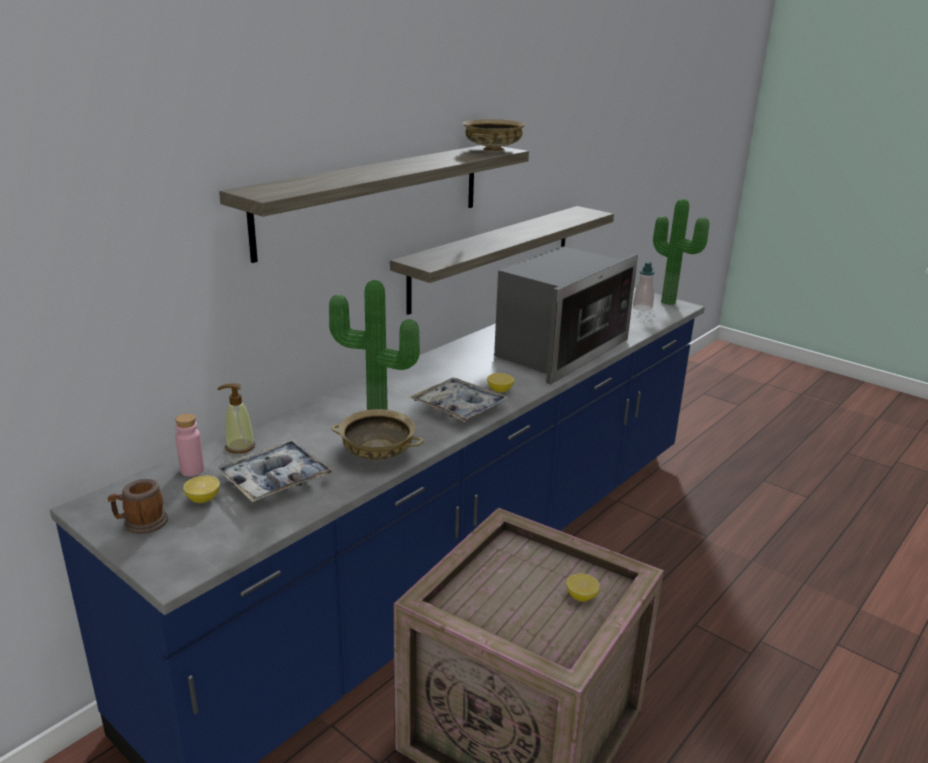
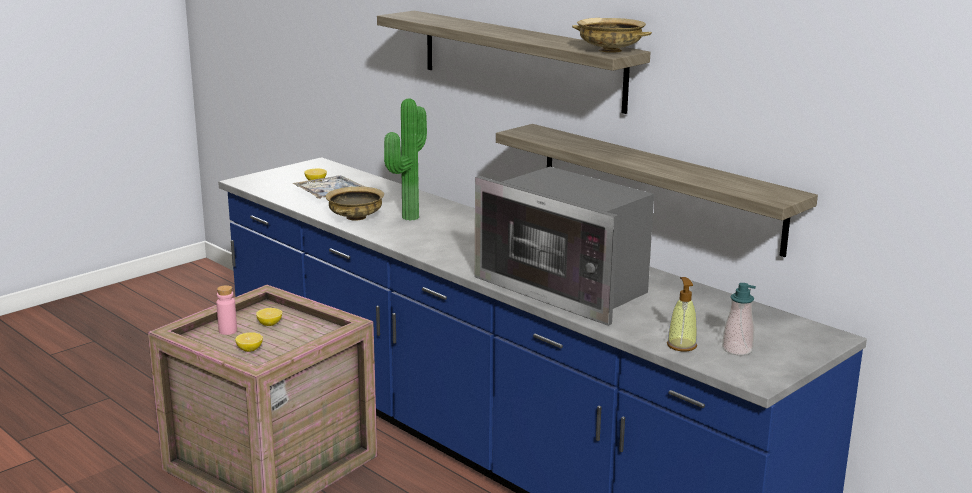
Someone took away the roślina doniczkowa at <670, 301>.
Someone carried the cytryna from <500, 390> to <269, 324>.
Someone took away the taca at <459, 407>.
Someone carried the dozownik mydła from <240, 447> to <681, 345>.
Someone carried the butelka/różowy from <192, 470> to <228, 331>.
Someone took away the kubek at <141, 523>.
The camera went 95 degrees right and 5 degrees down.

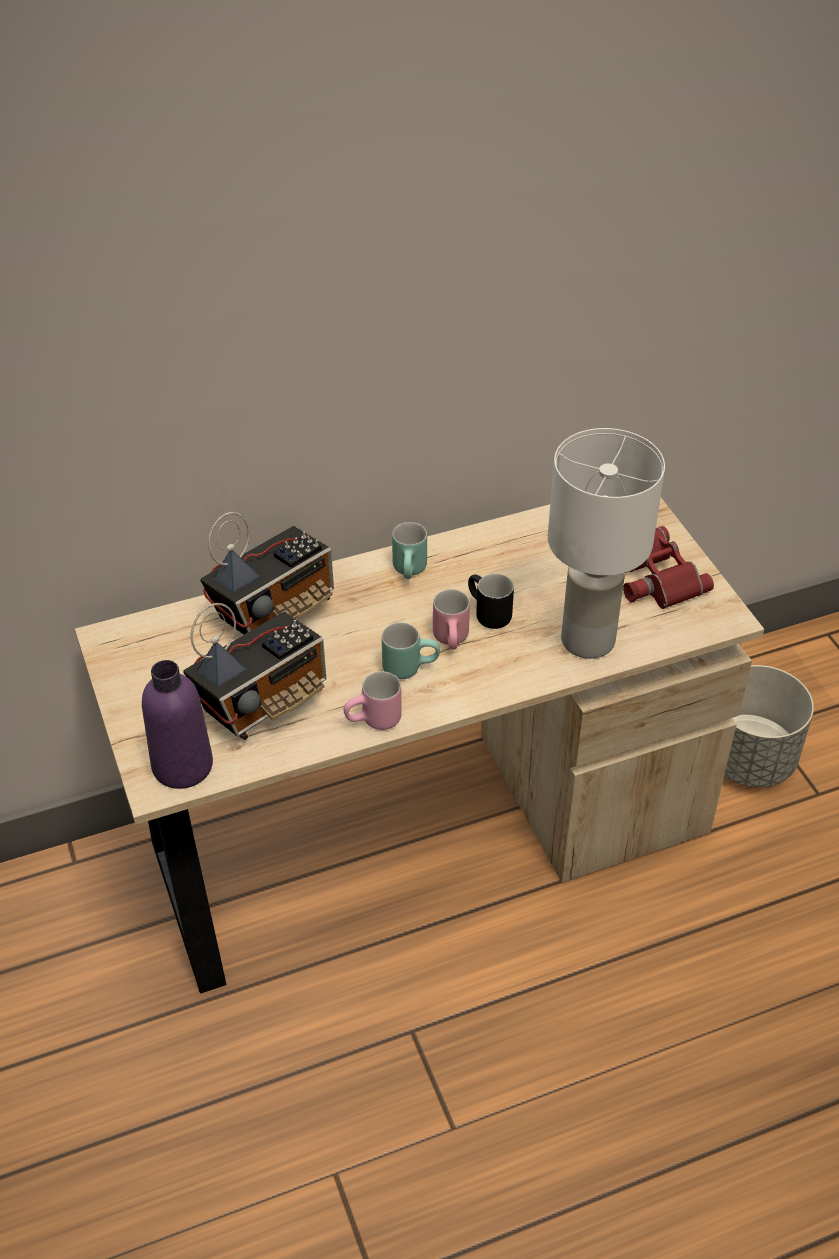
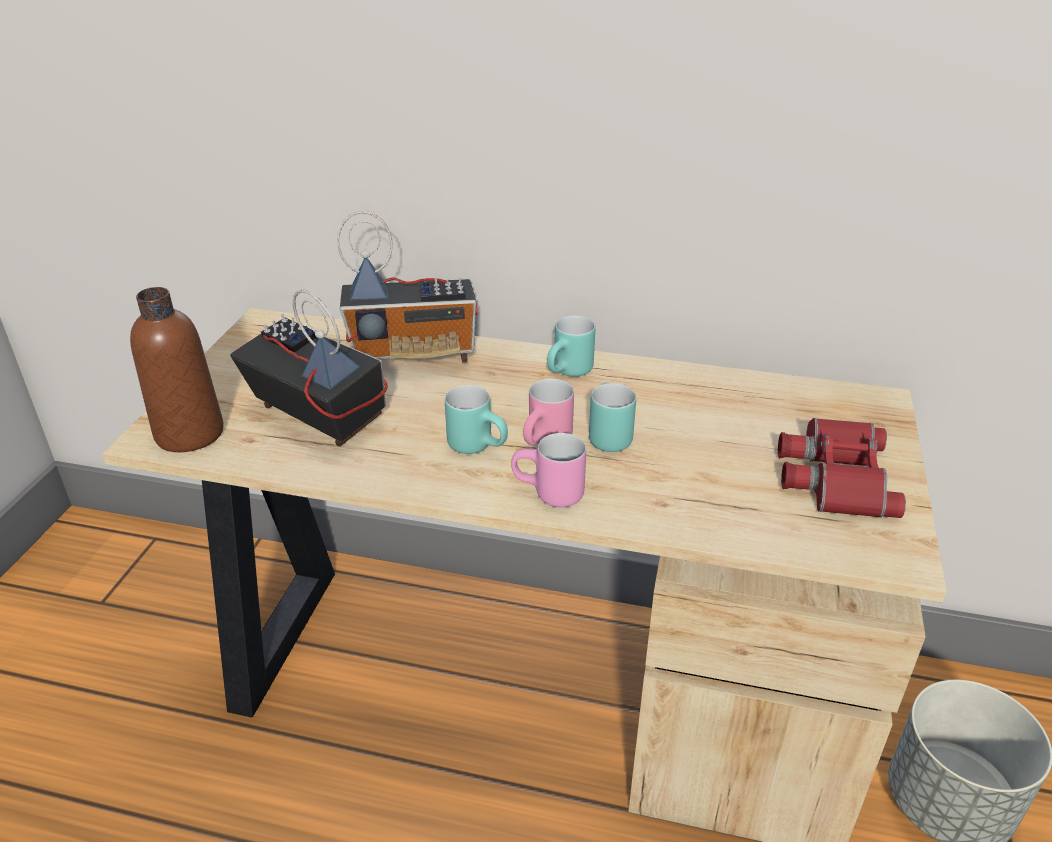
Someone took away the lampa stołowa/biały at <586, 641>.
Someone repainted the kubek/czarny at <486, 614>, which became the kubek/turkusowy at <605, 435>.
Someone rotated the radio at <264, 701> by 135 degrees counterclockwise.
Someone repainted the butelka/fioletowy at <182, 766>, which became the butelka/brązowy at <189, 433>.
Someone carried the kubek/różowy from <374, 722> to <548, 495>.
The camera went 35 degrees right and 10 degrees down.

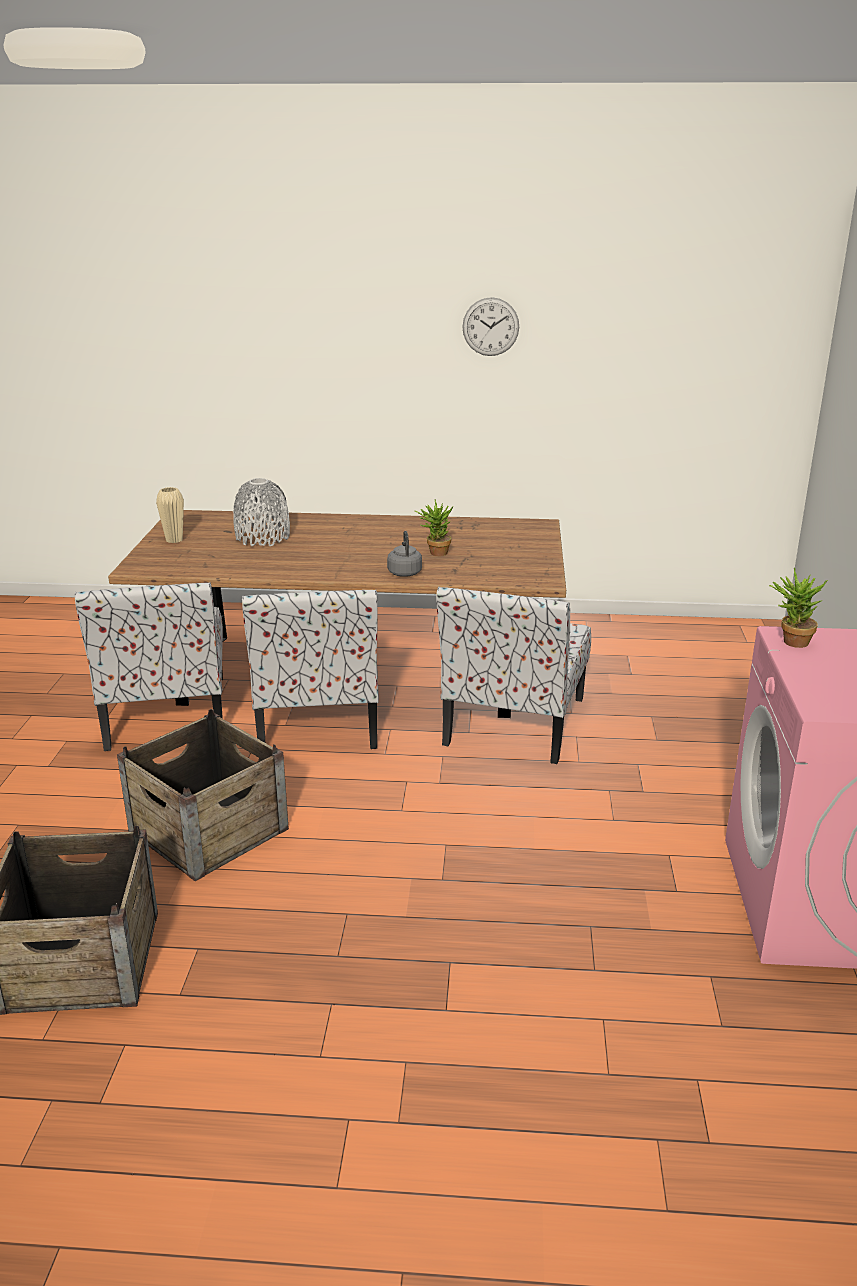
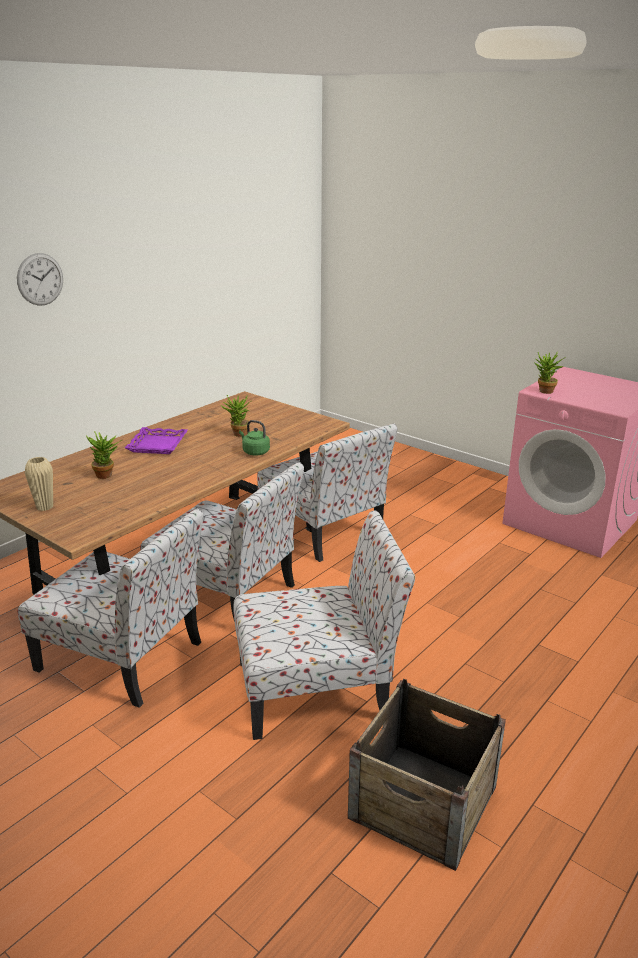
Someone carried the zegar ścienny from <490, 327> to <40, 279>.
Someone swapped the wazon/szary at <262, 538> for the roślina doniczkowa at <107, 475>.
Someone repainted the czajnik/szary at <404, 572>, which became the czajnik/zielony at <254, 452>.
Someone swapped the skrzynka at <208, 831> for the krzesło at <317, 689>.
Someone put down the taca/fioletowy at <158, 445>.
The camera went 55 degrees left and 0 degrees up.

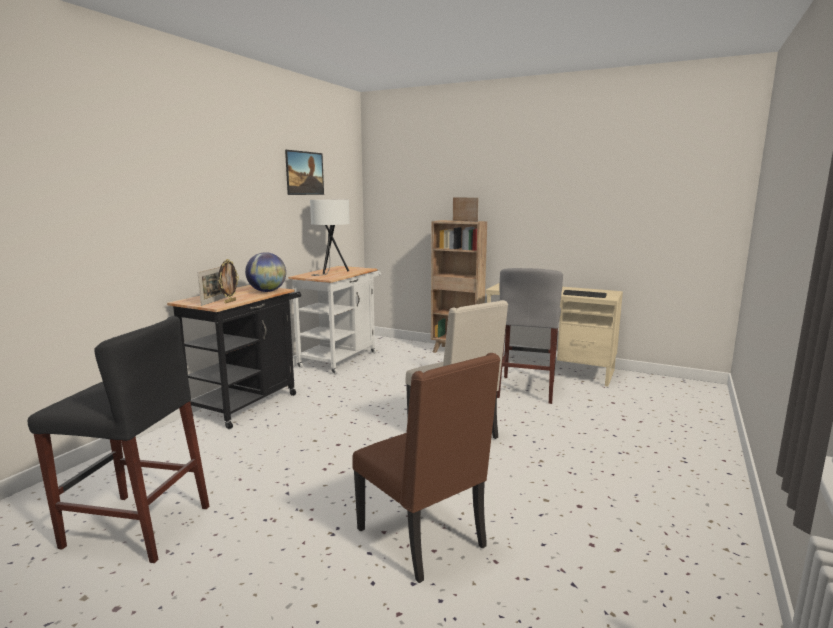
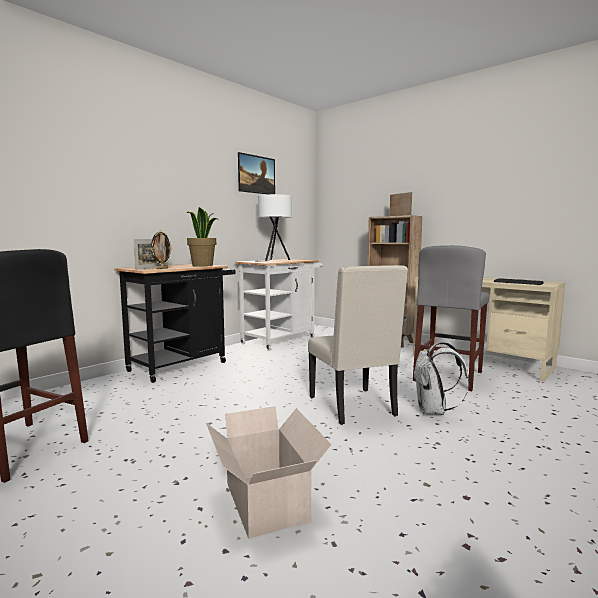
Someone swapped the globus at <267, 291> for the roślina doniczkowa at <203, 265>.
Someone swapped the krzesło/brązowy at <424, 538> for the karton at <266, 503>.
Someone put down the plecak/biały at <434, 411>.
The camera went 15 degrees right and 5 degrees down.

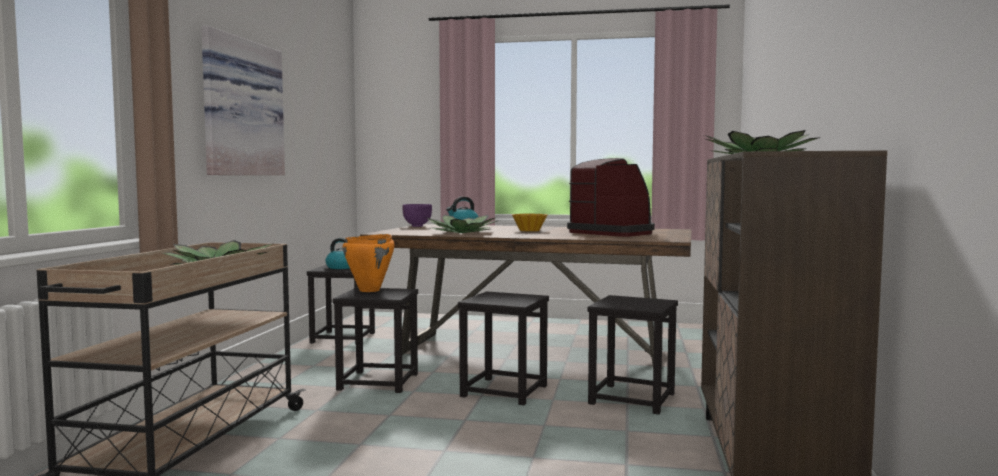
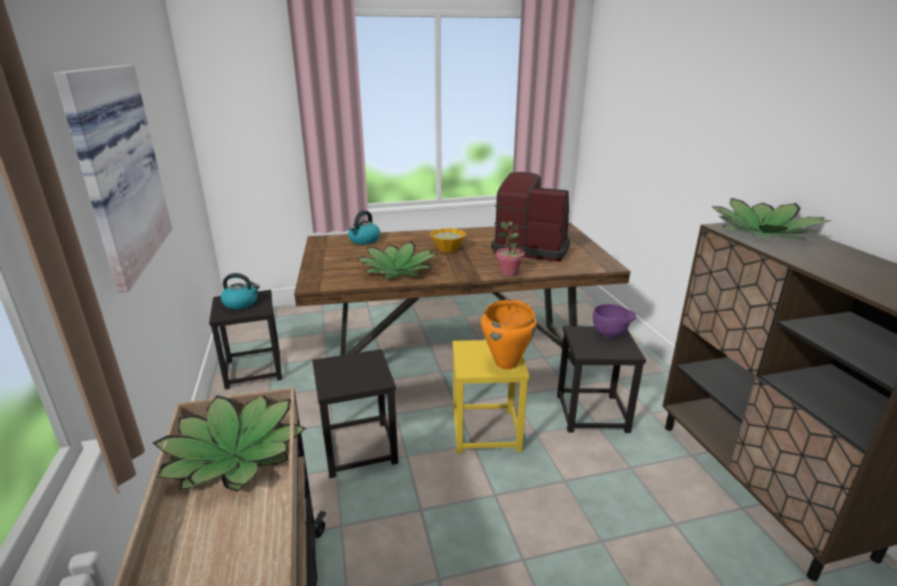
Someone carried the miska/fioletowy from <418, 226> to <611, 336>.
Someone carried the garnek/pomarańczowy from <370, 290> to <507, 363>.
Someone repainted the stołek/czarny at <503, 391>, which became the stołek/żółty at <485, 431>.
Someone put down the roślina doniczkowa at <509, 273>.
The camera went 25 degrees left and 20 degrees up.

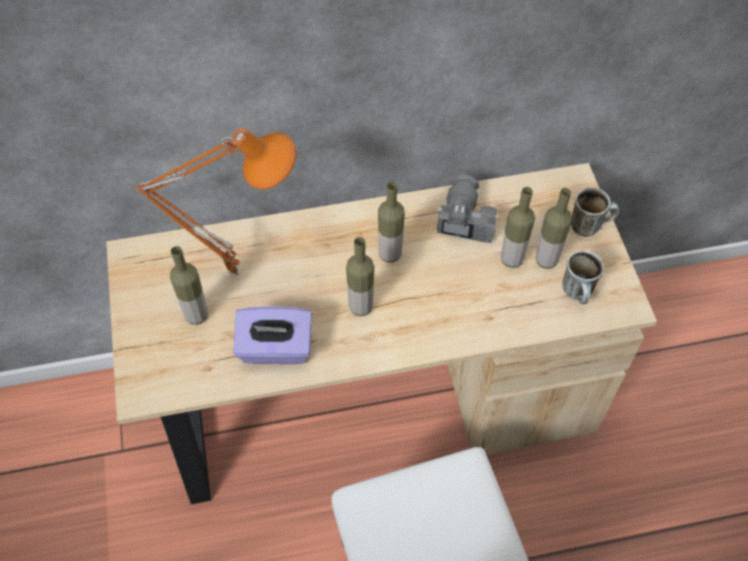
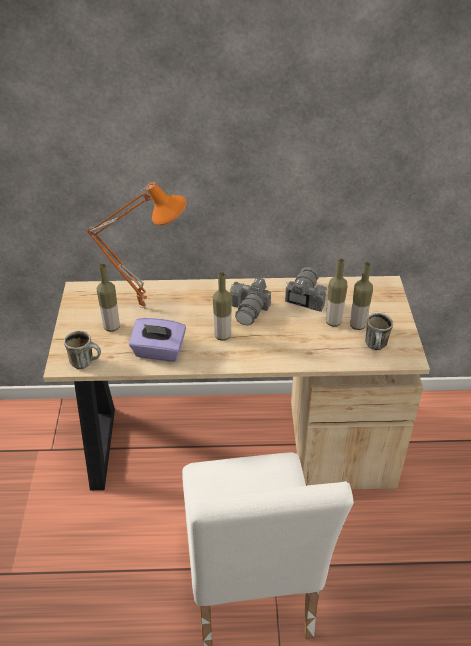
Someone swapped the butelka at <390, 254> for the aparat fotograficzny at <250, 309>.
Someone carried the kubek from <589, 225> to <86, 362>.
The camera went 10 degrees right and 15 degrees down.

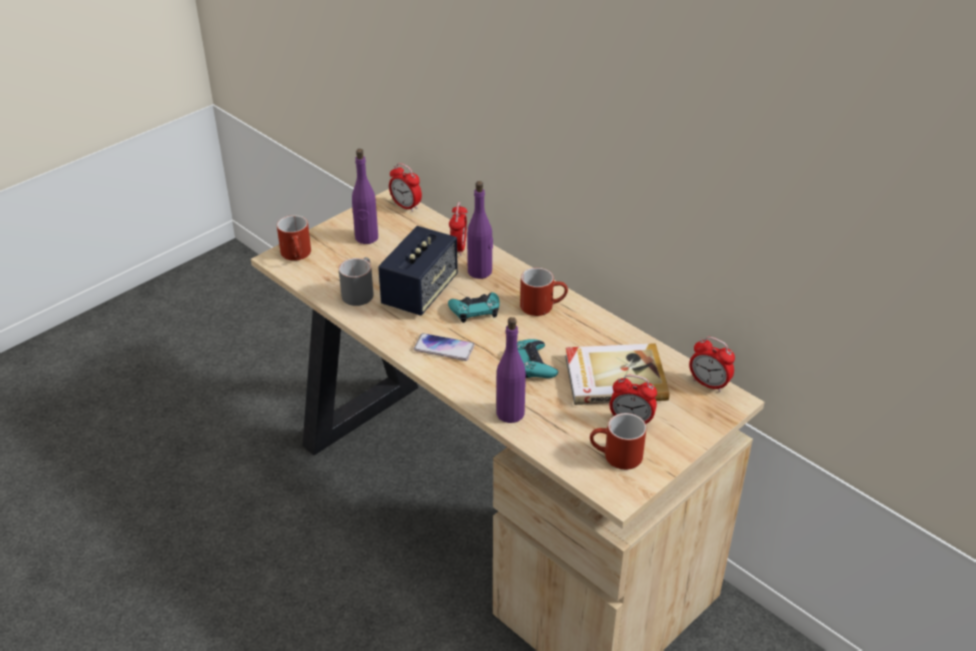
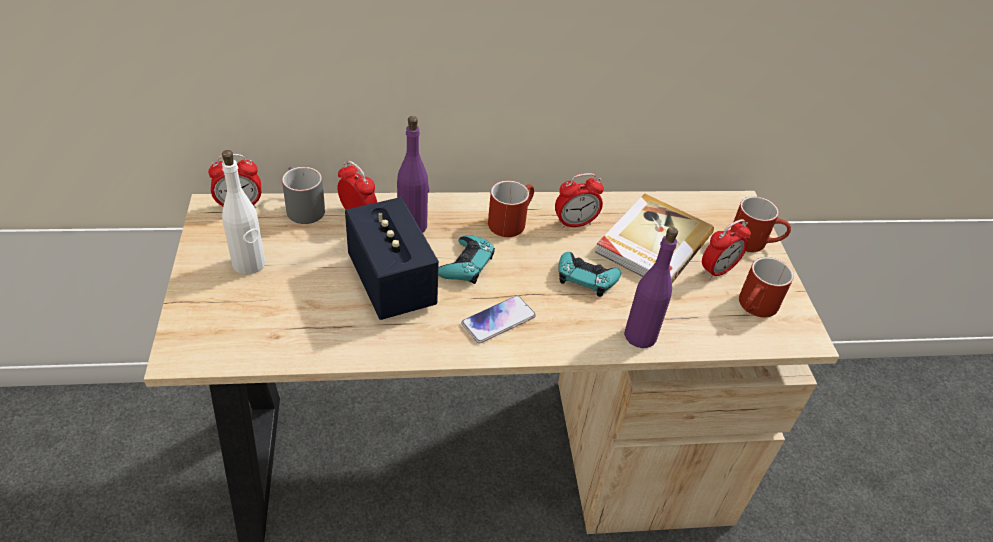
Someone repainted the butelka/fioletowy at <366, 238>, which became the butelka/biały at <249, 264>.
Someone carried the kubek/czerwony from <298, 255> to <755, 241>.
Someone carried the kubek/szary from <359, 292> to <301, 207>.
Someone carried the budzik from <708, 384> to <575, 223>.
The camera went 55 degrees left and 5 degrees up.

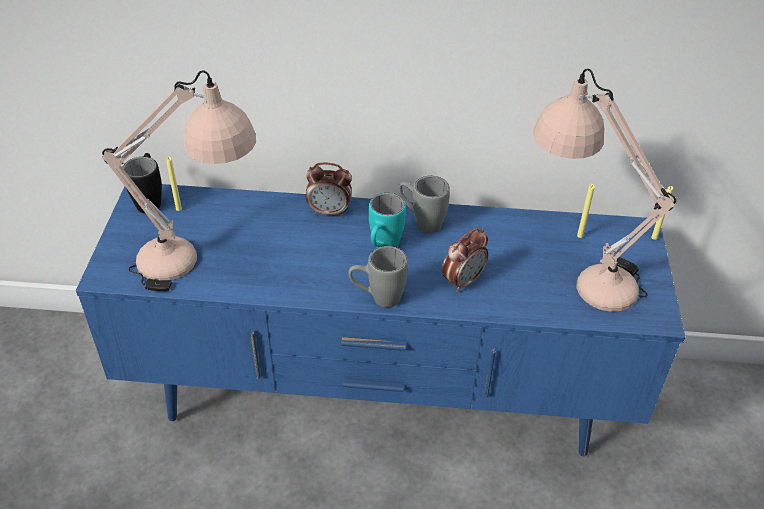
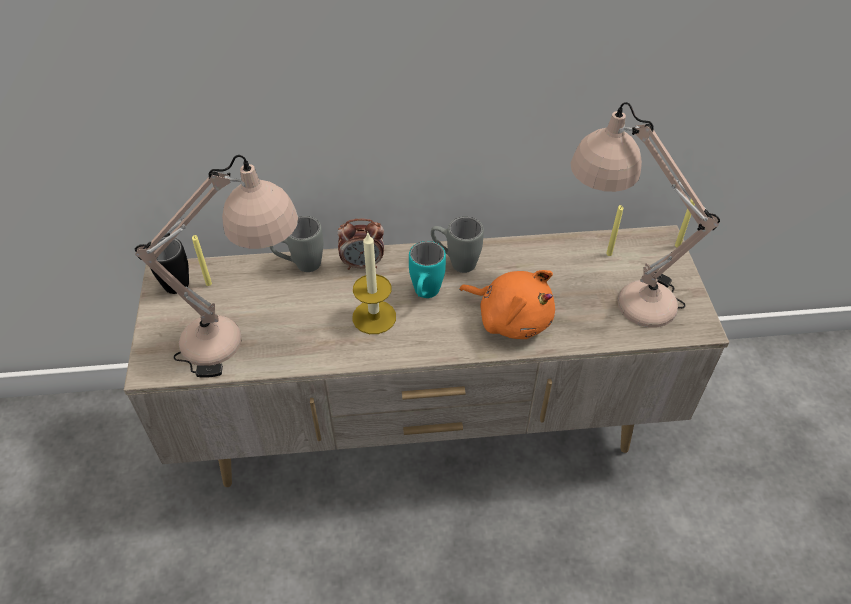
Someone repainted the szafka pod telewizor/niebieski at <379, 400>, which became the szafka pod telewizor/beżowy at <425, 430>.
Someone swapped the budzik at <463, 281> for the pluszak/pomarańczowy at <511, 318>.
Someone carried the kubek/szary from <377, 298> to <300, 265>.
Someone put down the świeca at <374, 317>.
The camera went 10 degrees left and 5 degrees up.

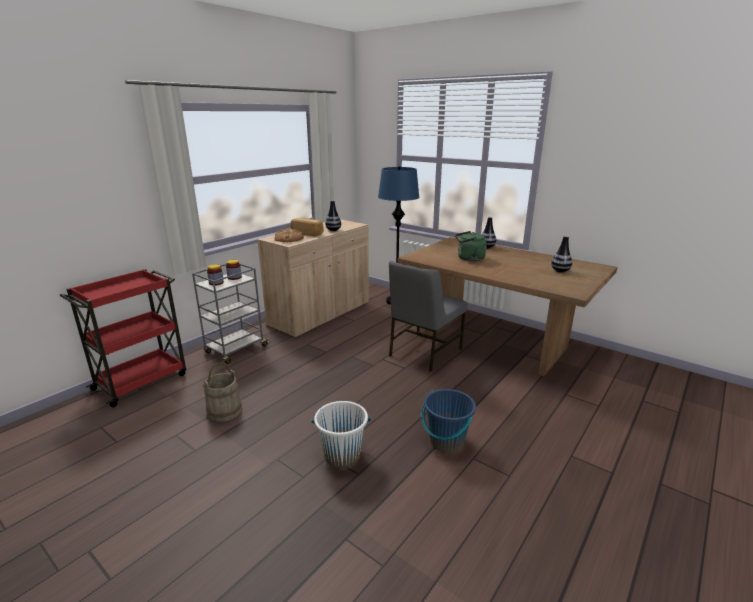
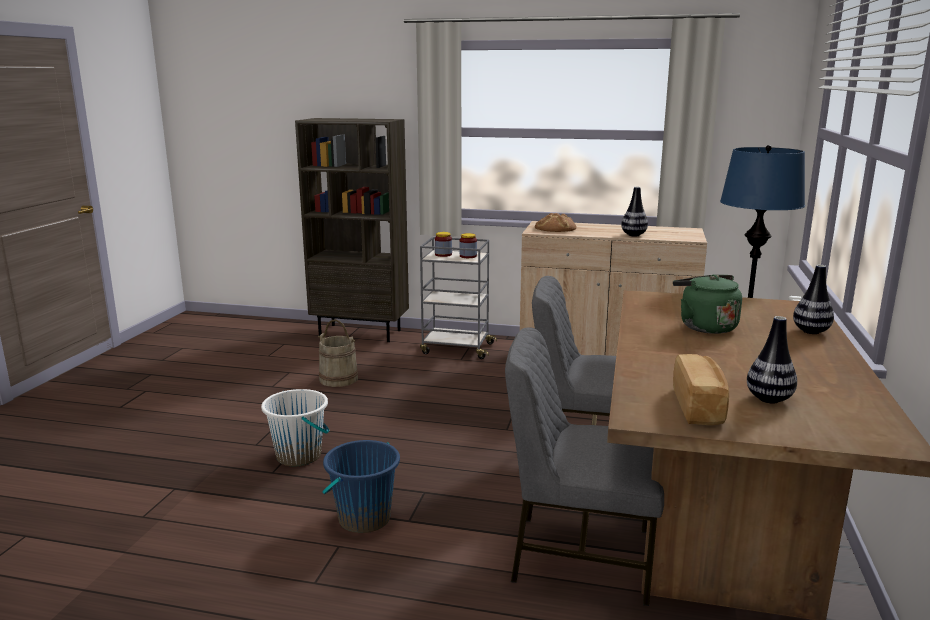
Someone carried the chleb from <307, 233> to <699, 407>.
Someone swapped the wózek/czerwony at <142, 381> for the regał/brązowy at <361, 333>.
Someone put down the krzesło/szary at <579, 555>.
The camera went 65 degrees right and 5 degrees down.

